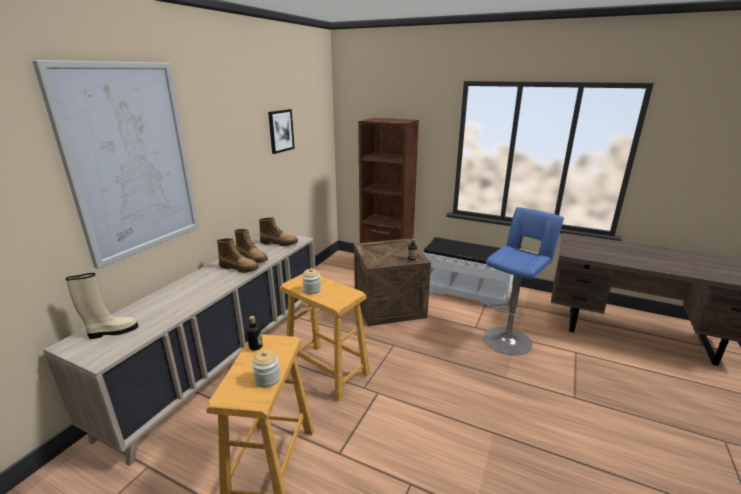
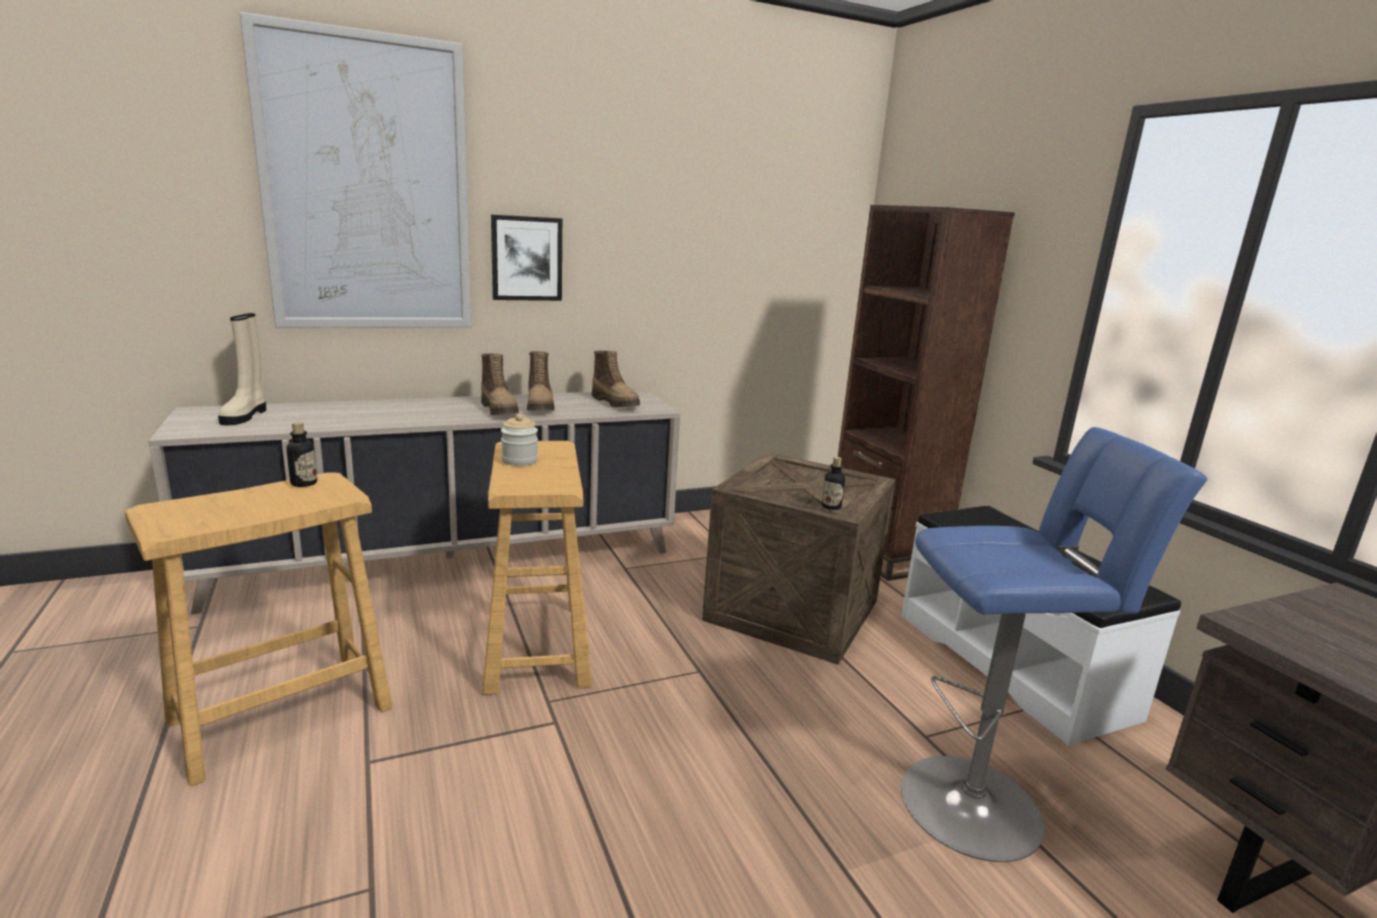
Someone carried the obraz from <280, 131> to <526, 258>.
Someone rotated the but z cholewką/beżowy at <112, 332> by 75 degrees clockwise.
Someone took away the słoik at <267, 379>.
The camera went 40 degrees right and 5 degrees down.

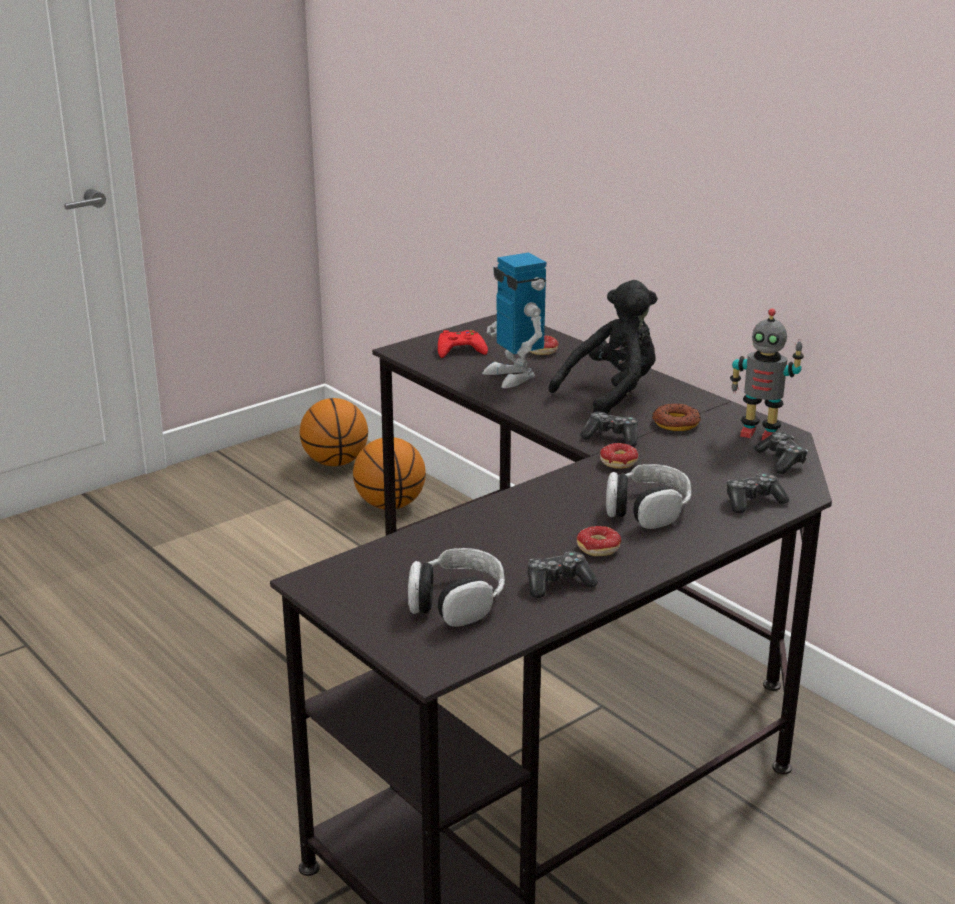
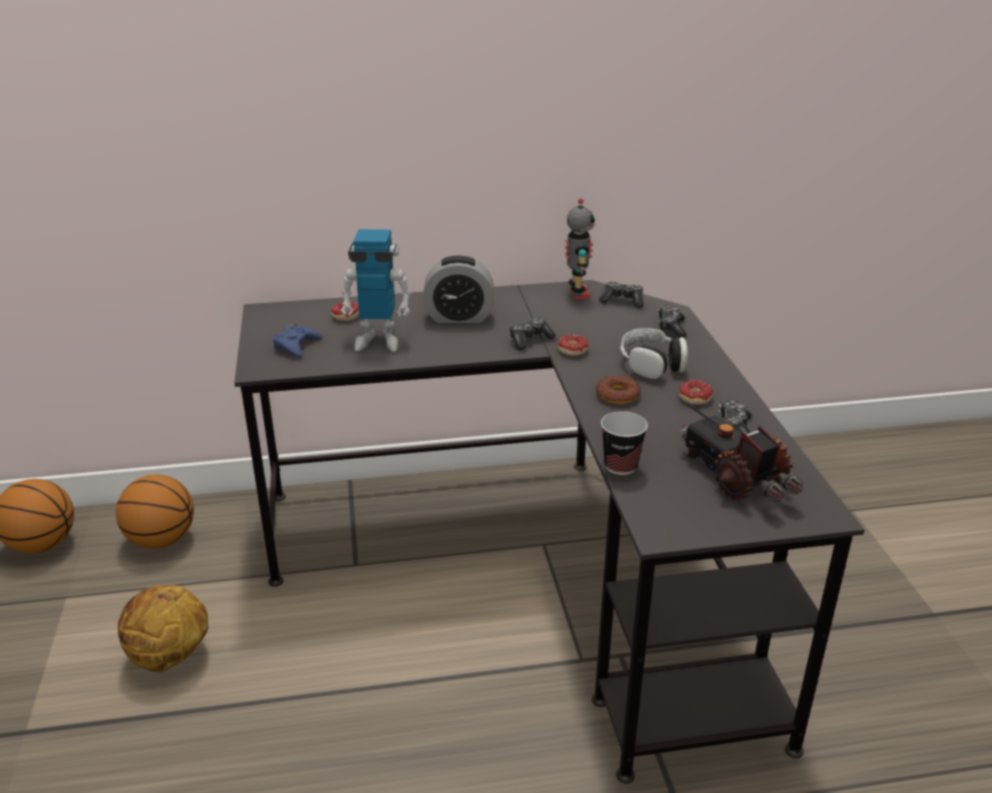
Someone swapped the pluszak/czarny at <611, 394> for the budzik at <459, 317>.
Someone rotated the robot zabawkowy at <759, 433> by 60 degrees counterclockwise.
Someone repainted the pad do gier/czerwony at <460, 350>, which became the pad do gier/niebieski at <296, 345>.
Someone carried the donut from <676, 423> to <617, 395>.
Someone swapped the słuchawki at <455, 602> for the ciężarówka zabawkowa at <735, 476>.
Someone put down the filiżanka at <620, 466>.
Someone put down the piłka do koszykówki at <169, 657>.
The camera went 60 degrees left and 5 degrees up.

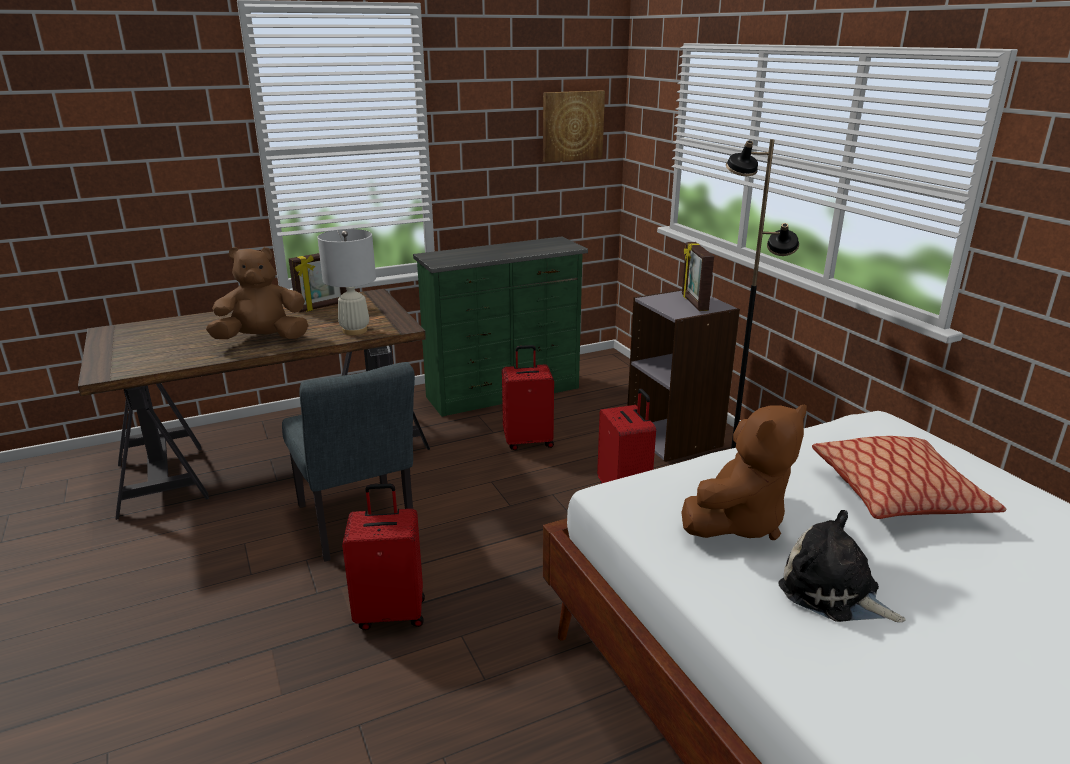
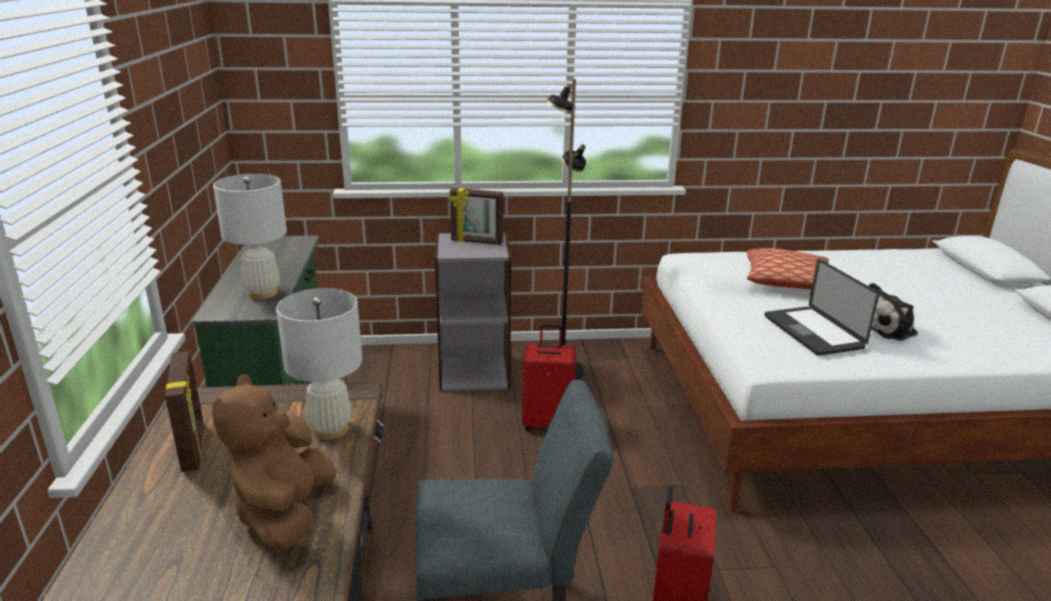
Someone took away the obraz at <572, 126>.
Someone took away the walizka/czerwony at <528, 441>.
Someone swapped the pluszak/brązowy at <738, 522> for the laptop at <813, 332>.
Someone put down the lampa stołowa/biały at <263, 293>.
The camera went 70 degrees left and 0 degrees up.

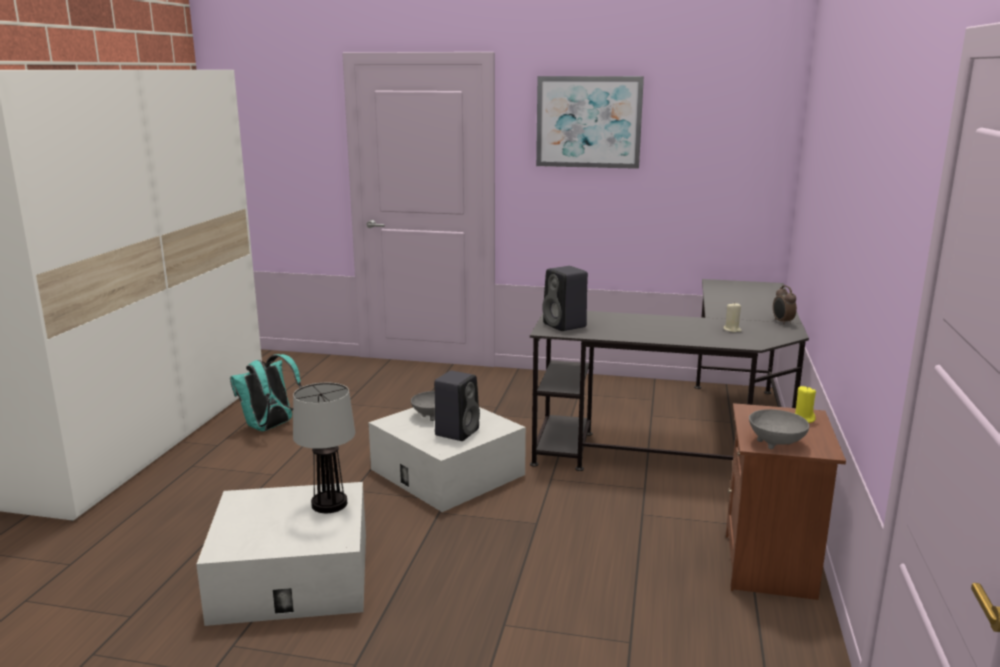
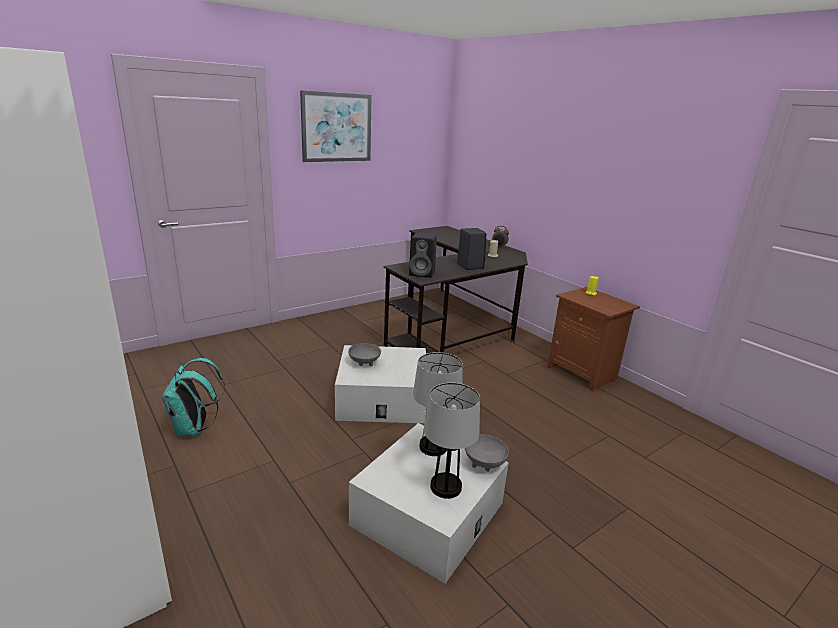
Someone carried the głośnik/czarny from <457, 431> to <469, 266>.
Someone carried the miska/szary from <776, 444> to <485, 464>.
Someone put down the lampa stołowa at <446, 486>.
The camera went 50 degrees left and 5 degrees up.

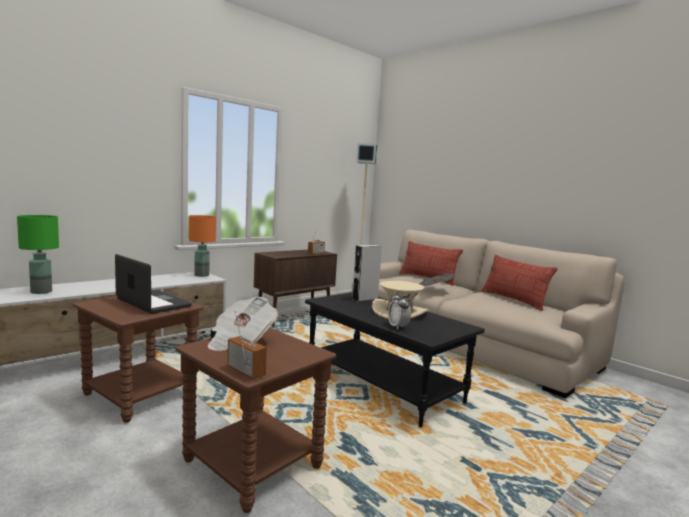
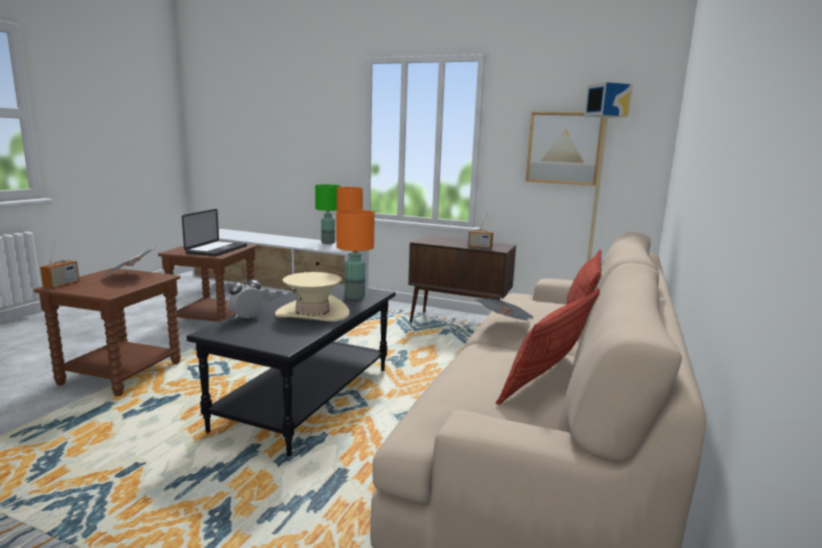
Someone carried the lampa stołowa/zielony from <41, 291> to <328, 242>.
Someone swapped the głośnik/szary at <365, 299> for the lampa stołowa/pomarańczowy at <355, 297>.
Someone put up the obraz at <563, 148>.
The camera went 65 degrees right and 5 degrees up.

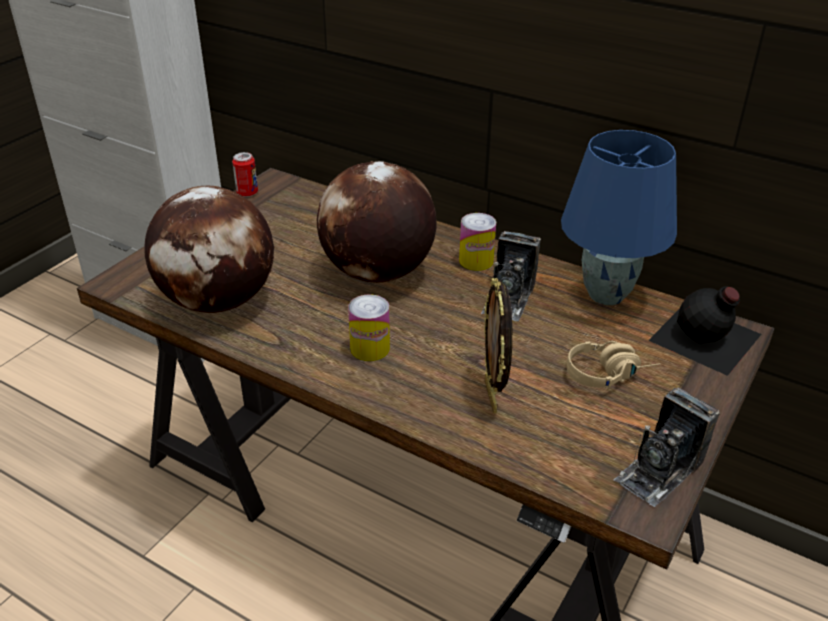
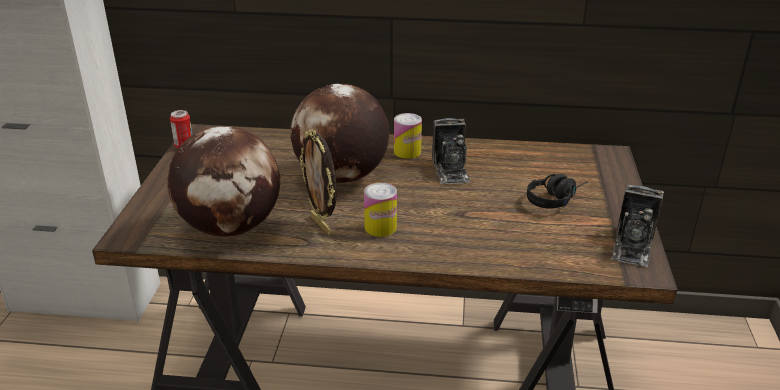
Someone took away the lampa stołowa/niebieski at <605, 295>.
Someone carried the ramka na zdjęcie from <492, 396> to <321, 225>.
Someone took away the butelka/czarny at <706, 338>.
Someone repainted the słuchawki/beżowy at <609, 374>, which became the słuchawki/czarny at <555, 198>.
The camera went 25 degrees left and 5 degrees down.

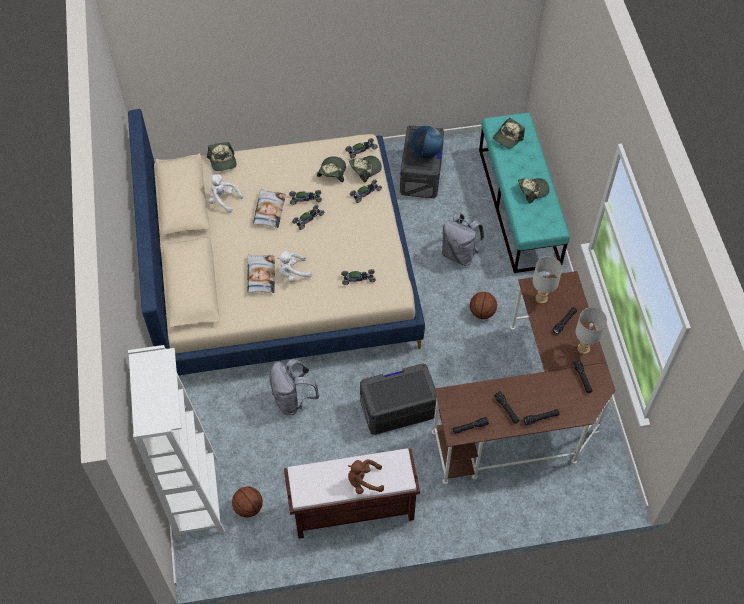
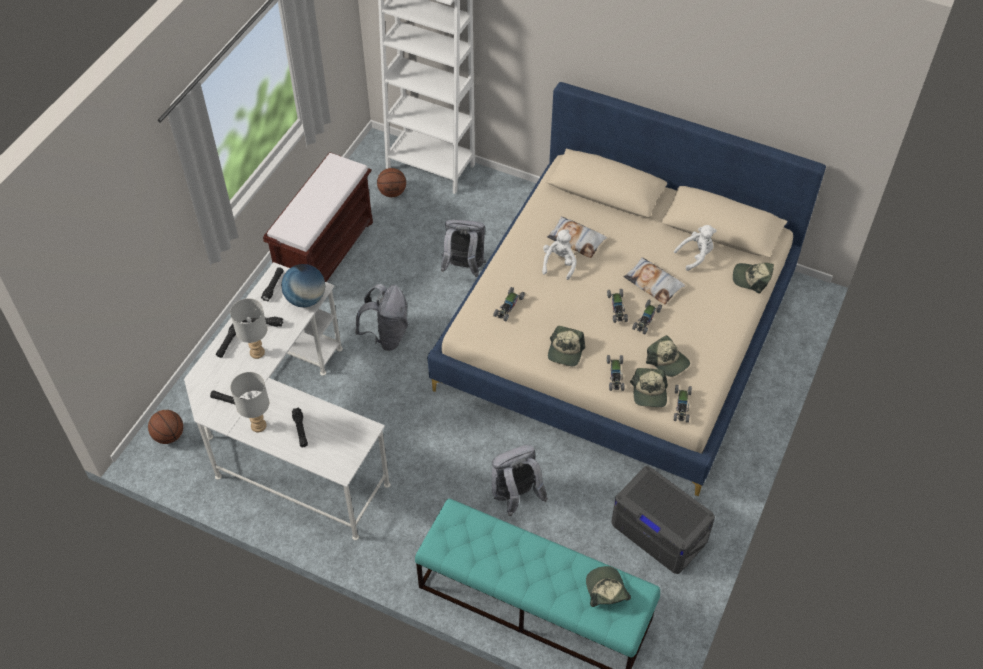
Someone carried the globus from <425, 152> to <306, 299>.
Someone carried the czapka z daszkiem from <532, 190> to <565, 351>.
Someone carried the lampa stołowa/szary from <542, 299> to <256, 353>.
Someone repainted the biurko/brązowy at <528, 410>, which became the biurko/biały at <290, 435>.
Someone carried the piłka do koszykówki from <482, 312> to <169, 435>.
Someone swapped the pojemnik do przechowywania/szary at <398, 408> for the plecak/szary at <386, 336>.
Someone took away the pluszak/brązowy at <363, 481>.
The camera went 125 degrees right and 5 degrees down.

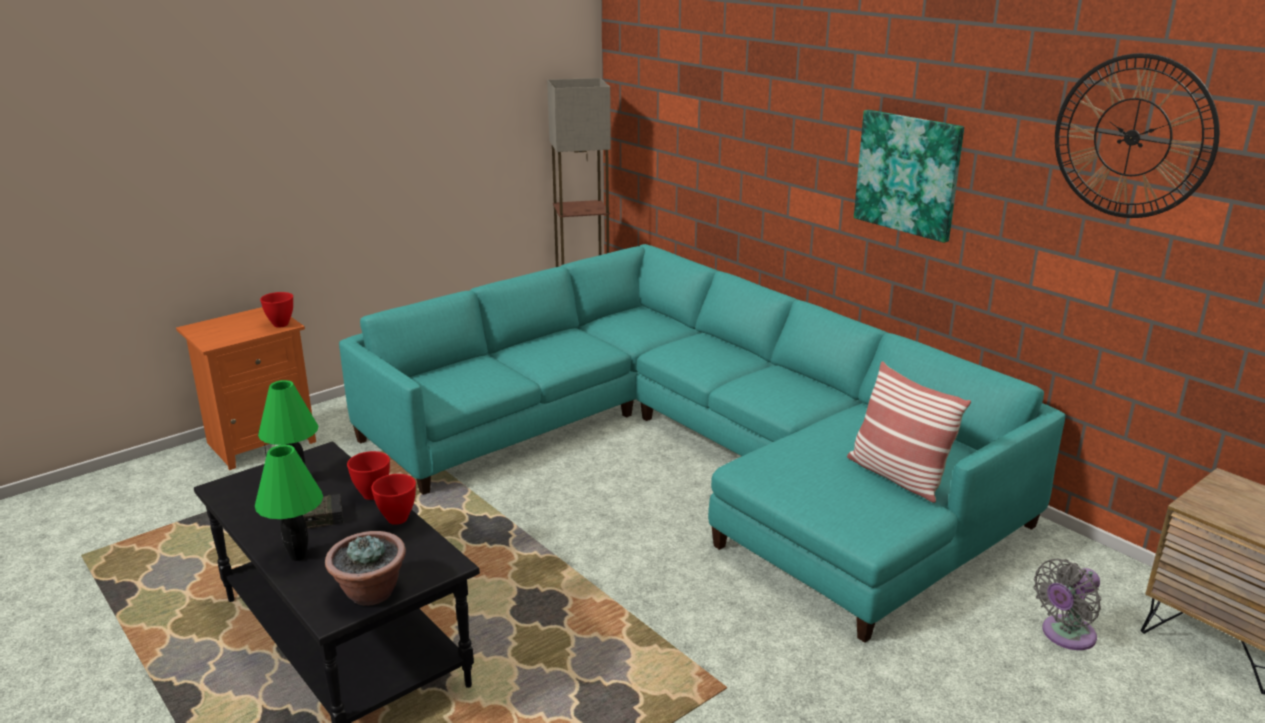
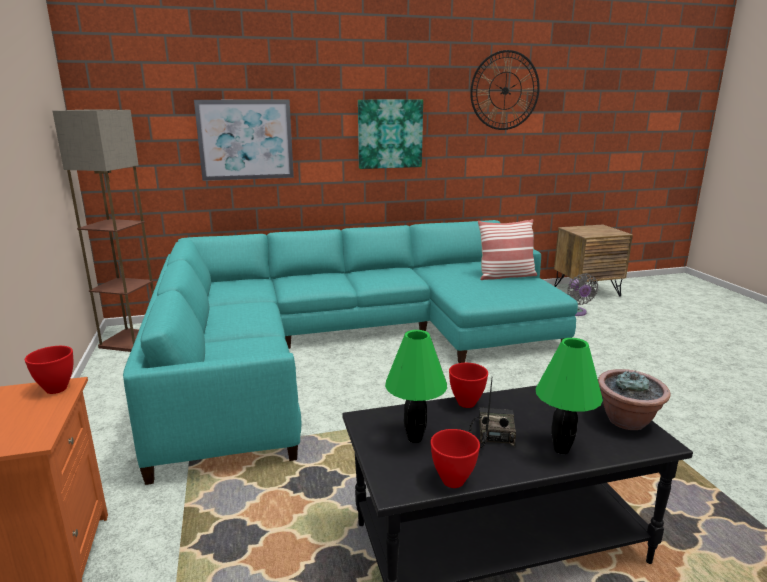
Someone carried the miska/czerwony from <398, 518> to <452, 480>.
Someone put up the obraz at <245, 140>.
The camera went 65 degrees left and 5 degrees down.

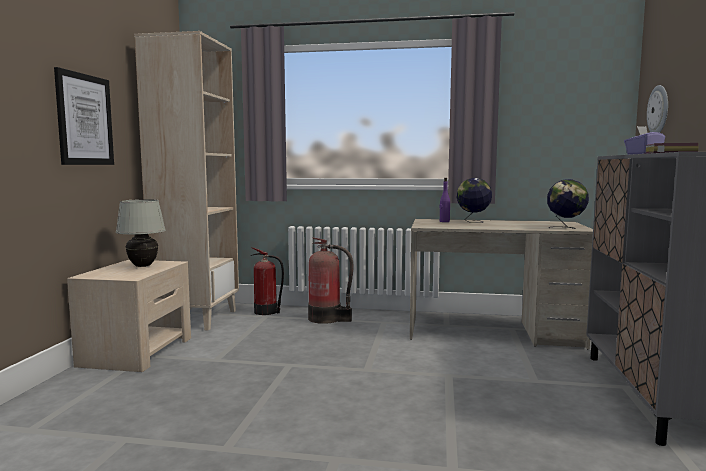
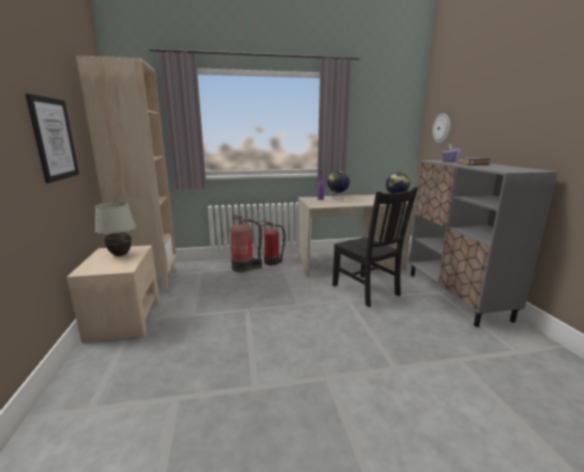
Someone carried the gaśnica from <267, 312> to <272, 262>.
Someone put down the krzesło/czarny at <367, 291>.
The camera went 20 degrees left and 10 degrees up.

